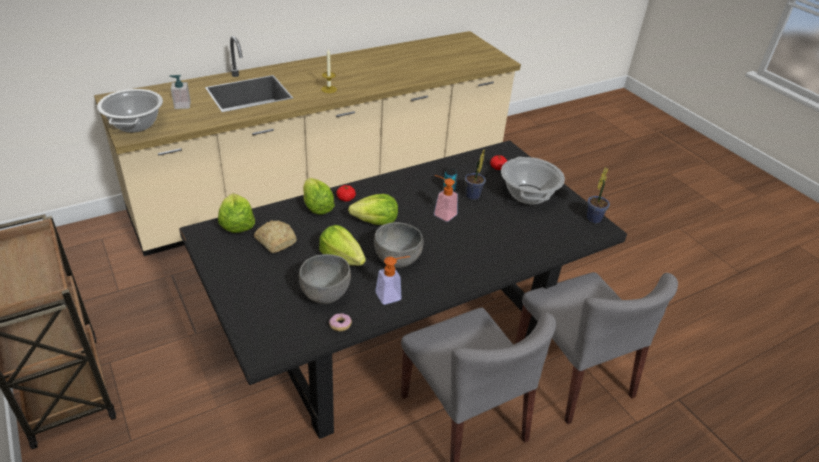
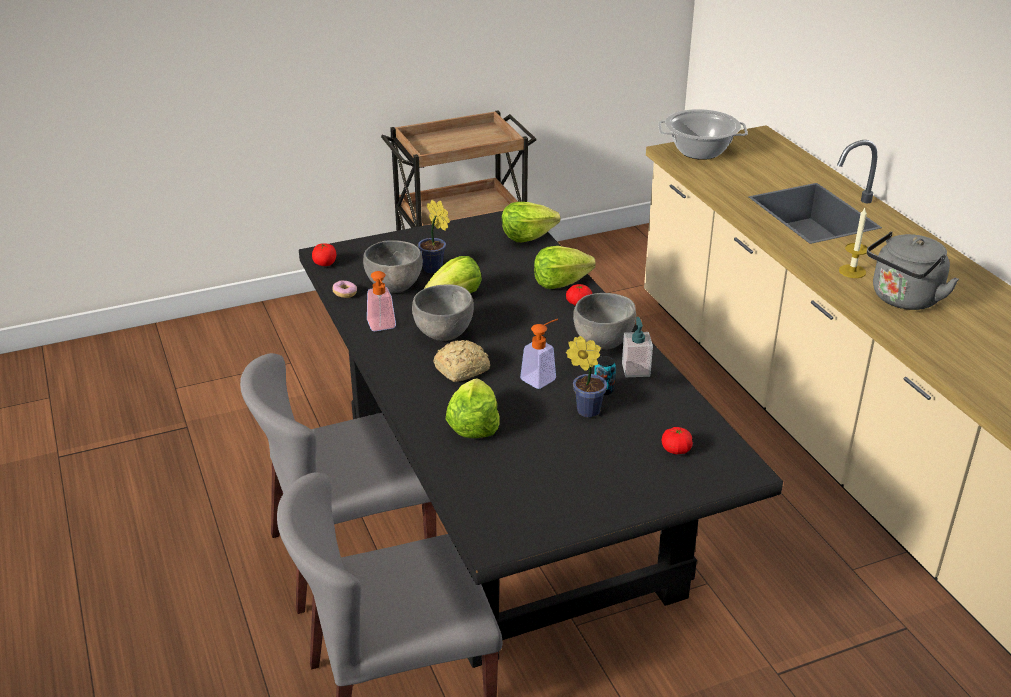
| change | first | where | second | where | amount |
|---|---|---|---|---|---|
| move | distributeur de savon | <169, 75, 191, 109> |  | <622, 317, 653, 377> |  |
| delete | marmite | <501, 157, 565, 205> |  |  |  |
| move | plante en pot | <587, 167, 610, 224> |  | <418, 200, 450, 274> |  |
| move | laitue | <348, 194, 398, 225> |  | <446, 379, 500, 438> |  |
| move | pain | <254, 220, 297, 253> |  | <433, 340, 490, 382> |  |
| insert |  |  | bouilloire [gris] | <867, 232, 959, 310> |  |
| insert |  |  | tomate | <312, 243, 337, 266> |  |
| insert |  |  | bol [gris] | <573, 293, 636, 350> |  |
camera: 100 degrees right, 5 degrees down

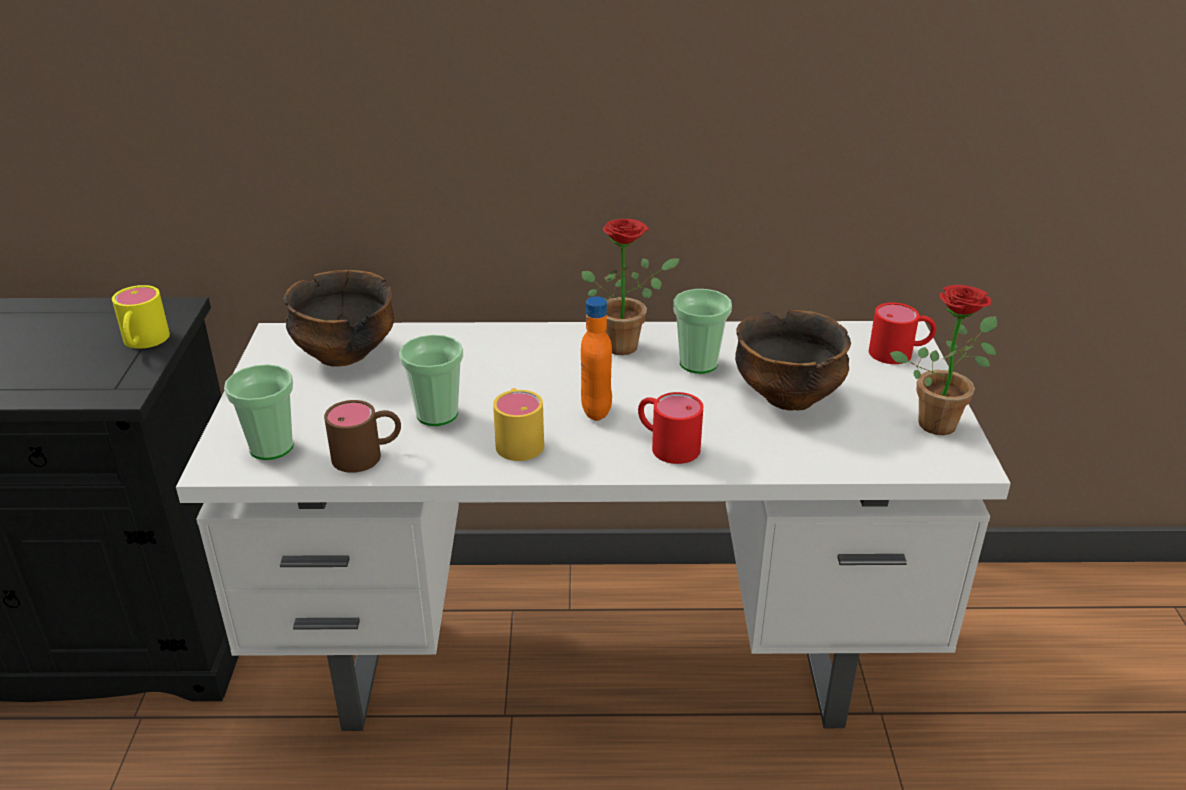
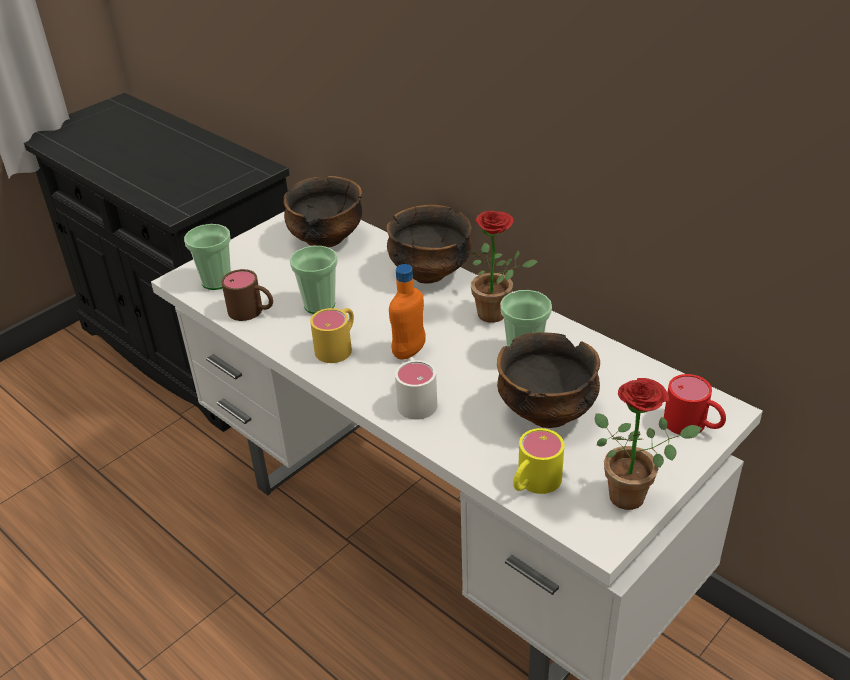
| change | first | where | second | where | amount |
|---|---|---|---|---|---|
| move | mug [jaune] | <112, 285, 170, 349> |  | <513, 428, 564, 494> |  |
| recolor | mug [rouge] | <638, 392, 703, 464> | mug [blanc] | <395, 357, 437, 420> |  |
| insert |  |  | bol | <387, 205, 472, 283> |  |
camera: 45 degrees right, 5 degrees up

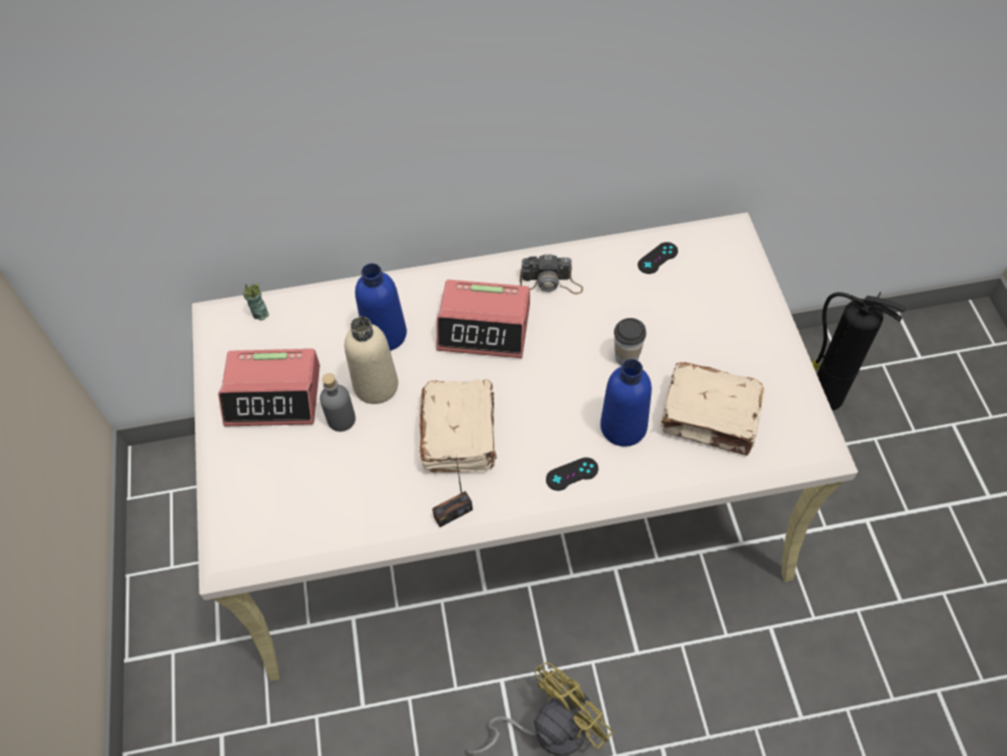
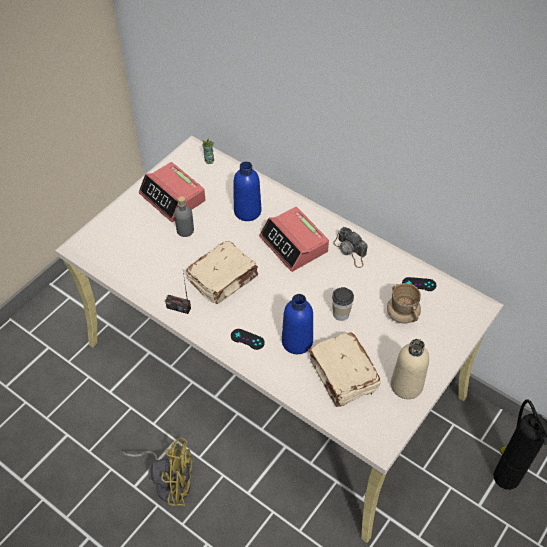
| change | first | where | second | where | amount |
|---|---|---|---|---|---|
| move | bouteille [beige] | <344, 317, 398, 404> |  | <391, 339, 429, 399> |  |
| insert |  |  | mug [beige] | <387, 283, 421, 324> |  |
camera: 45 degrees right, 5 degrees down

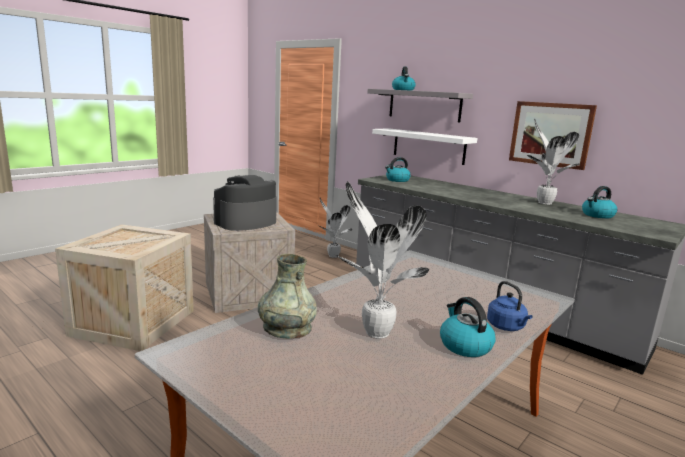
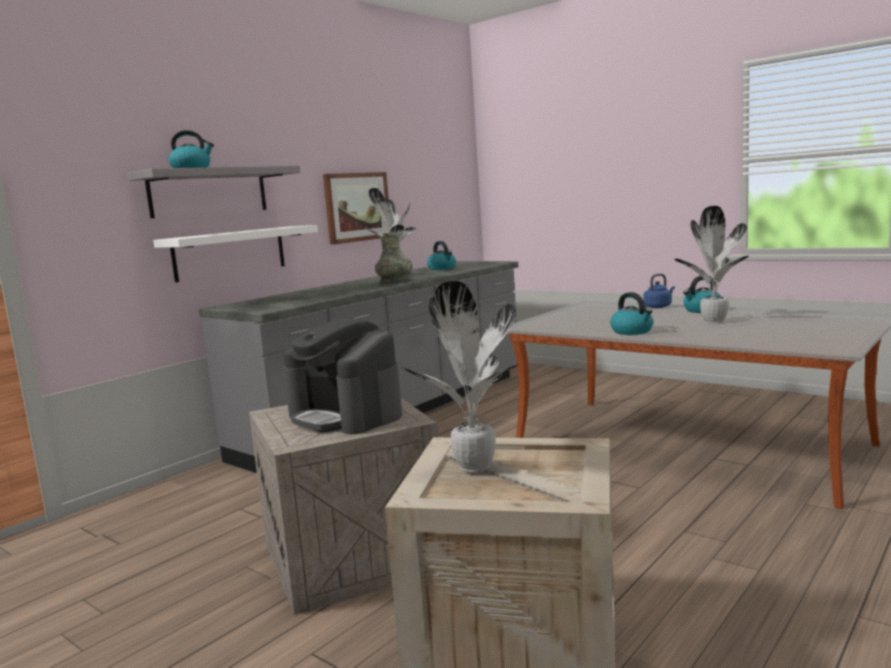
| change | first | where | second | where | amount |
|---|---|---|---|---|---|
| move | bouilloire | <385, 157, 411, 182> |  | <610, 292, 653, 335> |  |
| move | plante en pot | <320, 198, 353, 258> |  | <401, 281, 518, 473> |  |
| move | vase [gris] | <258, 254, 317, 339> |  | <375, 235, 413, 283> |  |
camera: 90 degrees left, 5 degrees down

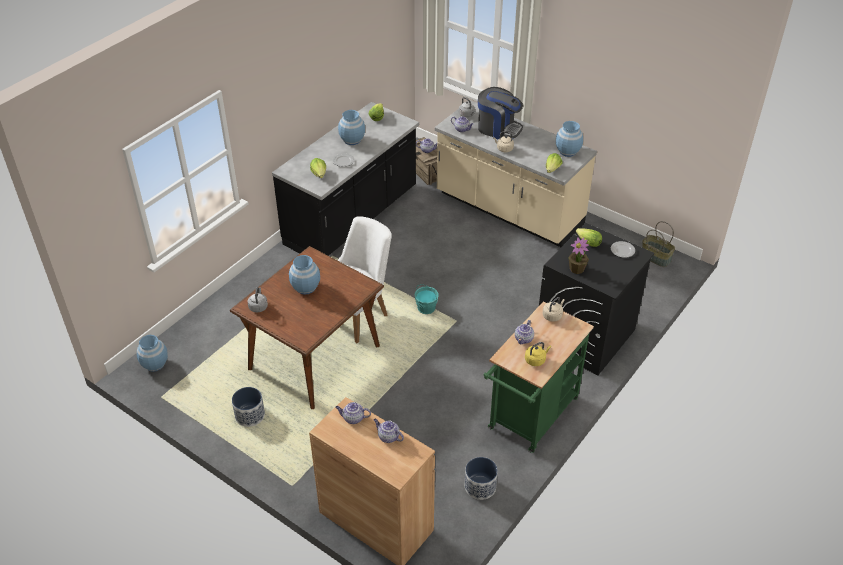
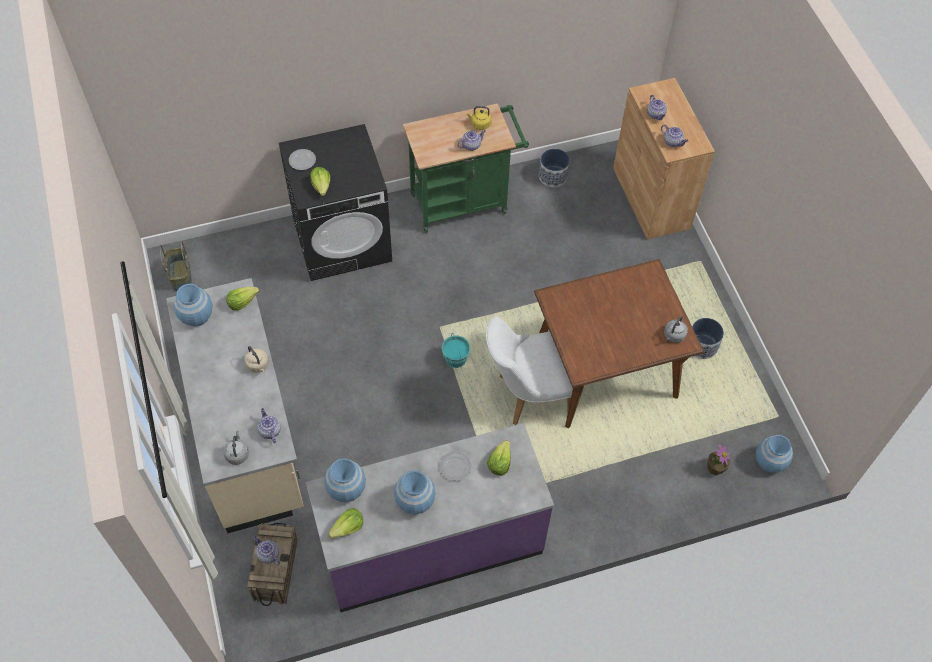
| change | first | where | second | where | amount |
|---|---|---|---|---|---|
| delete | machine à café | <478, 87, 523, 140> |  |  |  |
| recolor | comptoir de cuisine [noir] | <272, 102, 419, 256> | comptoir de cuisine [violet] | <306, 423, 554, 612> |  |
| move | plante en pot | <568, 237, 589, 274> |  | <707, 444, 730, 476> |  |
| move | vase [bleu] | <289, 255, 320, 295> |  | <324, 458, 366, 502> |  |
| delete | bouilloire [beige] | <543, 297, 565, 322> |  |  |  |
camera: 145 degrees left, 15 degrees up

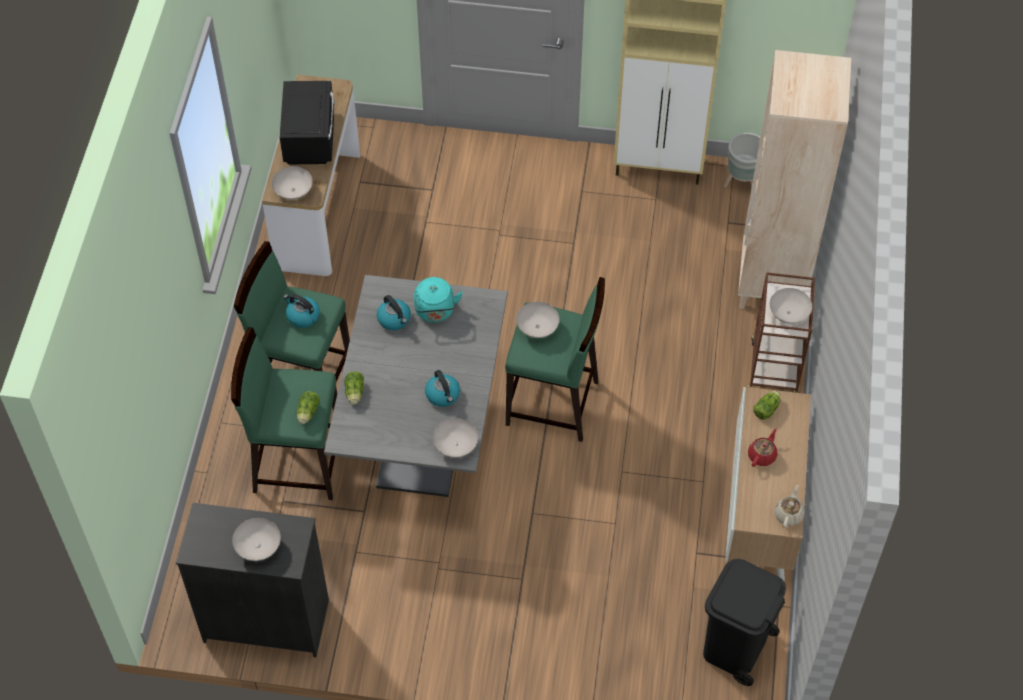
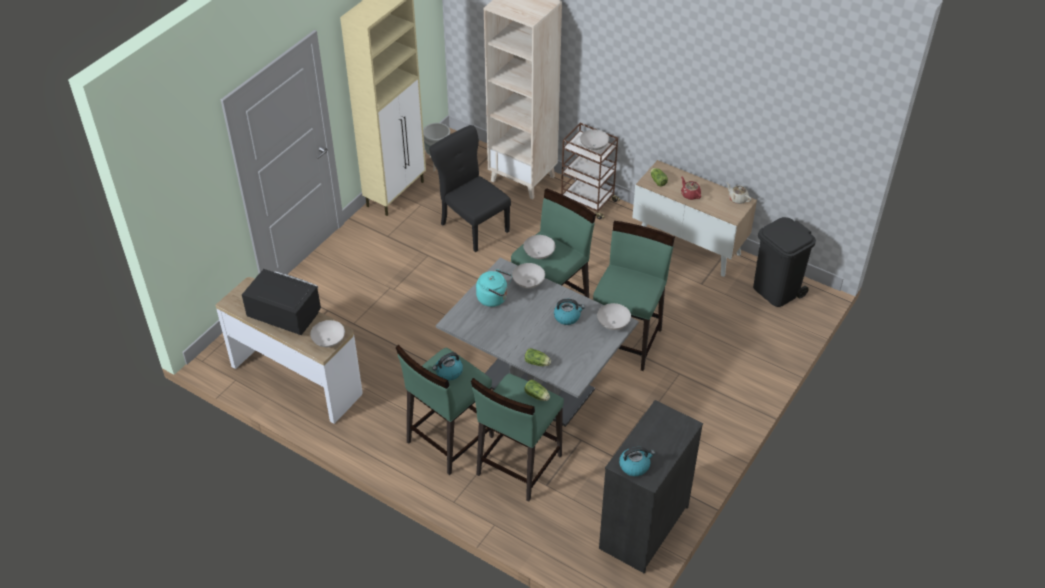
| change | first | where | second | where | amount |
|---|---|---|---|---|---|
| move | bouilloire | <377, 295, 411, 330> |  | <619, 447, 655, 476> |  |
| move | bol [blanc] | <232, 518, 281, 561> |  | <512, 263, 545, 288> |  |
| insert |  |  | chaise [noir] | <429, 125, 511, 252> |  |
| insert |  |  | tabouret [vert] | <593, 221, 675, 371> |  |
camera: 65 degrees left, 10 degrees down

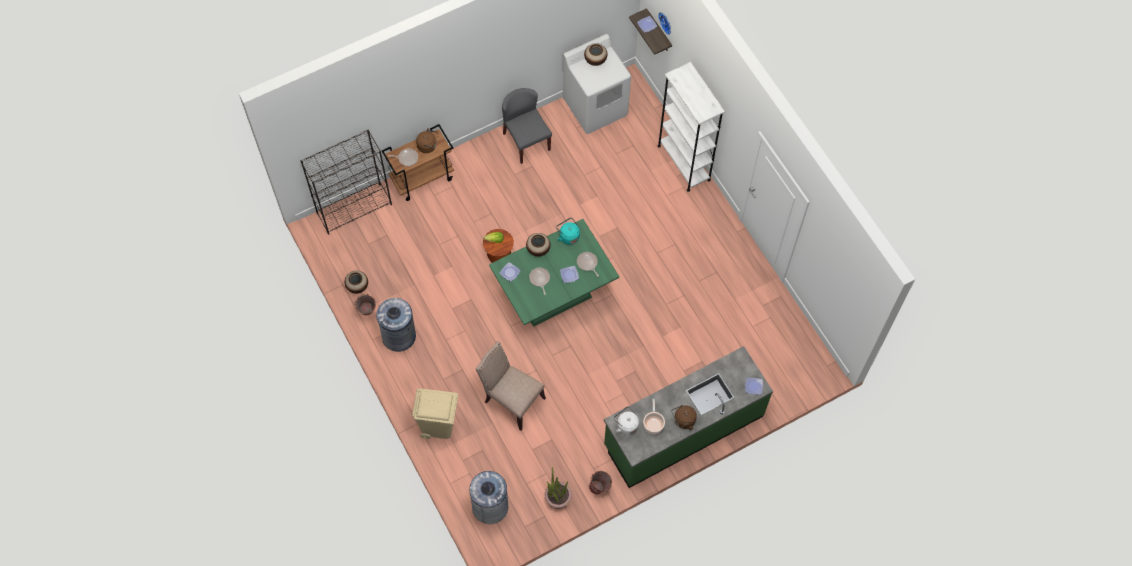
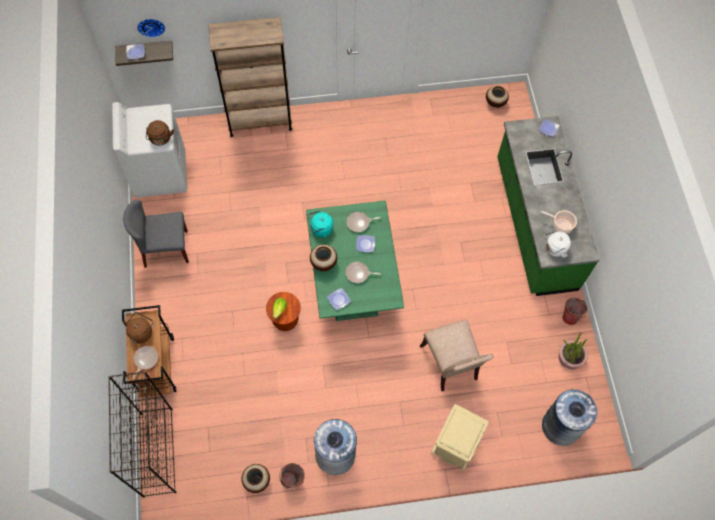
| change | first | where | second | where | amount |
|---|---|---|---|---|---|
| move | vase | <584, 43, 607, 66> |  | <486, 86, 509, 108> |  |
| recolor | bibliothèque [blanc] | <658, 62, 725, 192> | bibliothèque [marron] | <208, 17, 292, 137> |  |
| rotate | chaise [beige] | <476, 341, 546, 431> |  | <420, 320, 494, 391> | 75 degrees counterclockwise |
| move | bouilloire [marron] | <671, 405, 697, 430> |  | <146, 120, 174, 146> |  |
camera: 70 degrees left, 0 degrees up

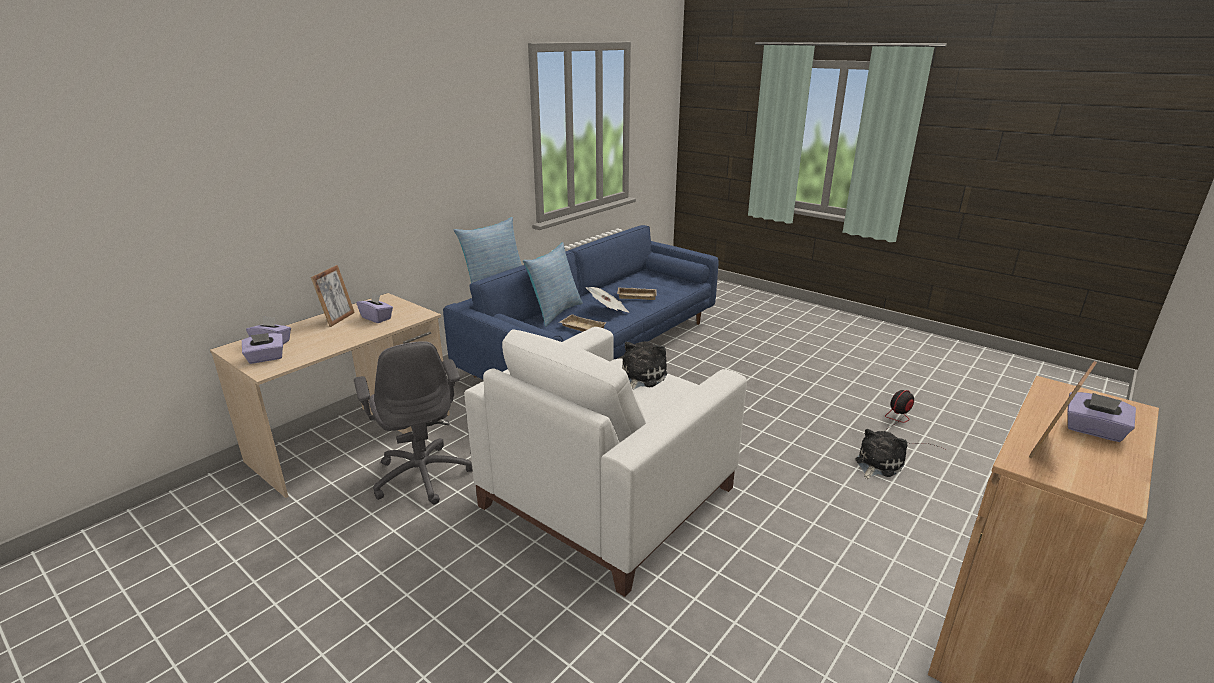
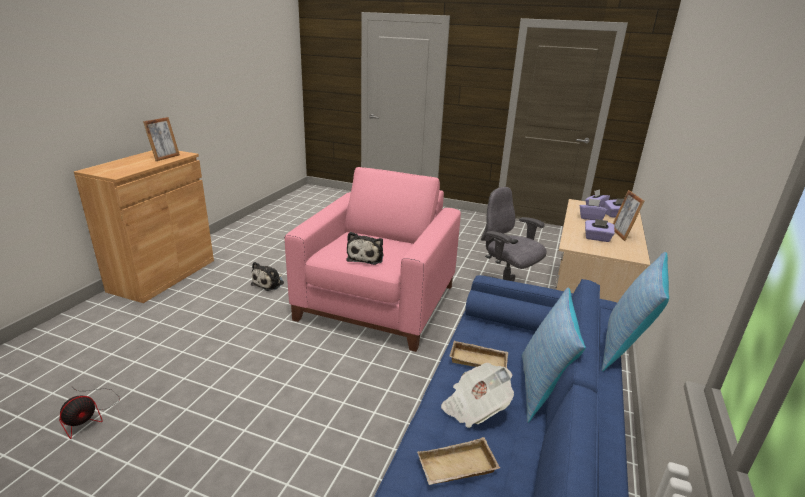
| change | first | where | second | where | amount |
|---|---|---|---|---|---|
| recolor | fauteuil [blanc] | <464, 327, 747, 597> | fauteuil [rose] | <284, 167, 461, 352> |  |
| move | boîte à mouchoirs [violet] | <1067, 392, 1136, 442> |  | <580, 198, 607, 220> |  |
| move | peluche | <856, 429, 907, 479> |  | <251, 262, 284, 291> |  |
camera: 160 degrees right, 0 degrees up

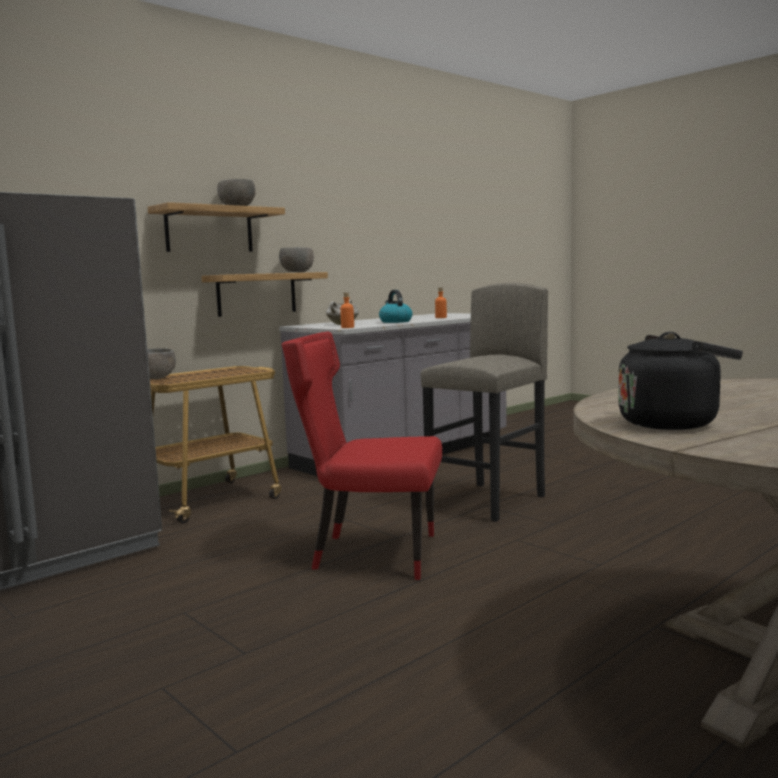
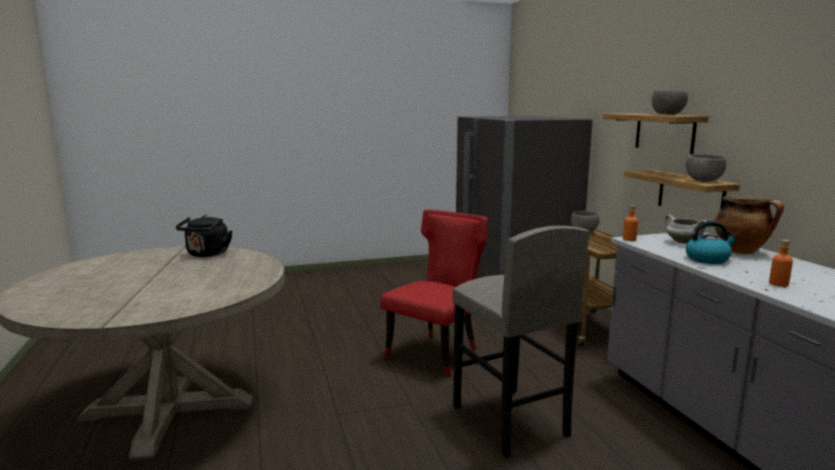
| change | first | where | second | where | amount |
|---|---|---|---|---|---|
| insert |  |  | marmite | <715, 195, 784, 254> |  |
camera: 115 degrees right, 5 degrees up

